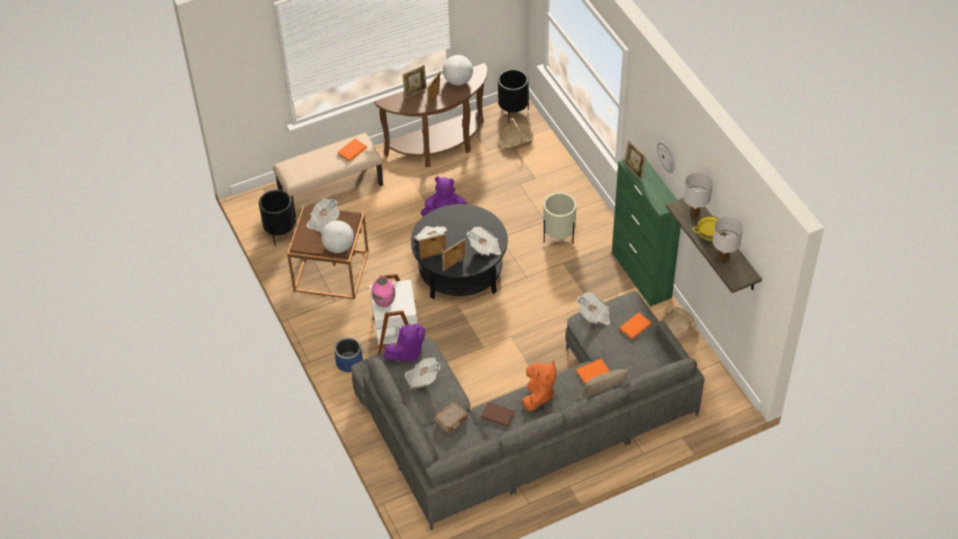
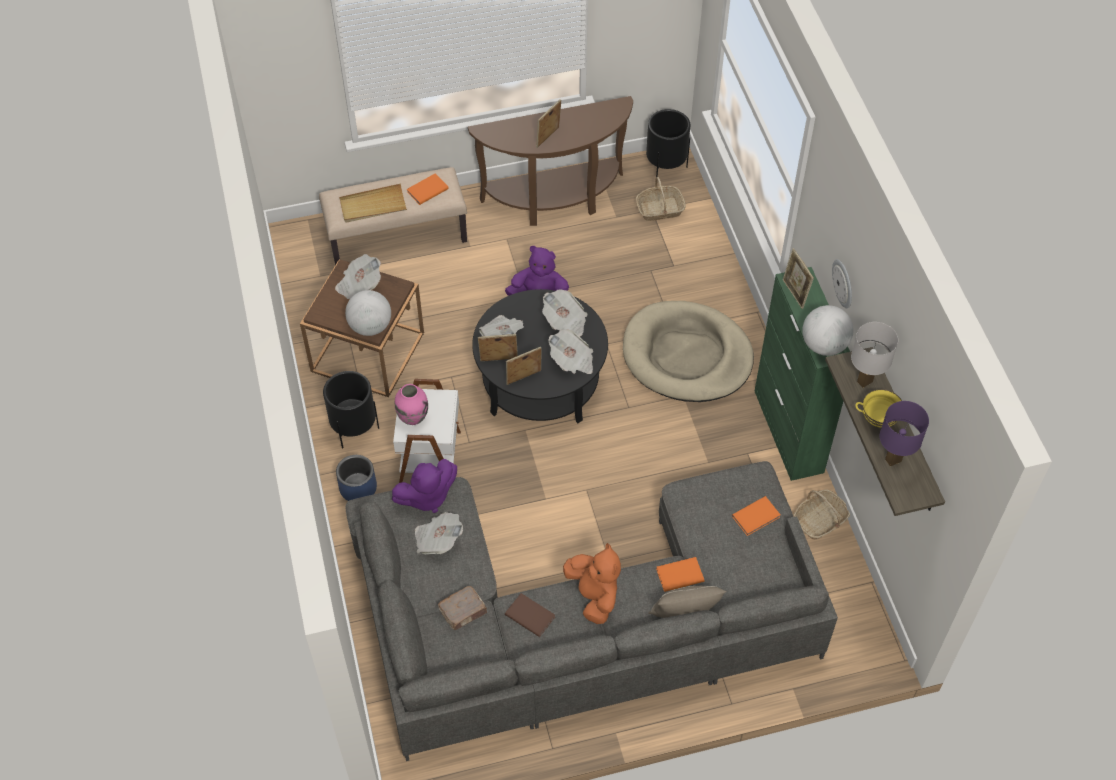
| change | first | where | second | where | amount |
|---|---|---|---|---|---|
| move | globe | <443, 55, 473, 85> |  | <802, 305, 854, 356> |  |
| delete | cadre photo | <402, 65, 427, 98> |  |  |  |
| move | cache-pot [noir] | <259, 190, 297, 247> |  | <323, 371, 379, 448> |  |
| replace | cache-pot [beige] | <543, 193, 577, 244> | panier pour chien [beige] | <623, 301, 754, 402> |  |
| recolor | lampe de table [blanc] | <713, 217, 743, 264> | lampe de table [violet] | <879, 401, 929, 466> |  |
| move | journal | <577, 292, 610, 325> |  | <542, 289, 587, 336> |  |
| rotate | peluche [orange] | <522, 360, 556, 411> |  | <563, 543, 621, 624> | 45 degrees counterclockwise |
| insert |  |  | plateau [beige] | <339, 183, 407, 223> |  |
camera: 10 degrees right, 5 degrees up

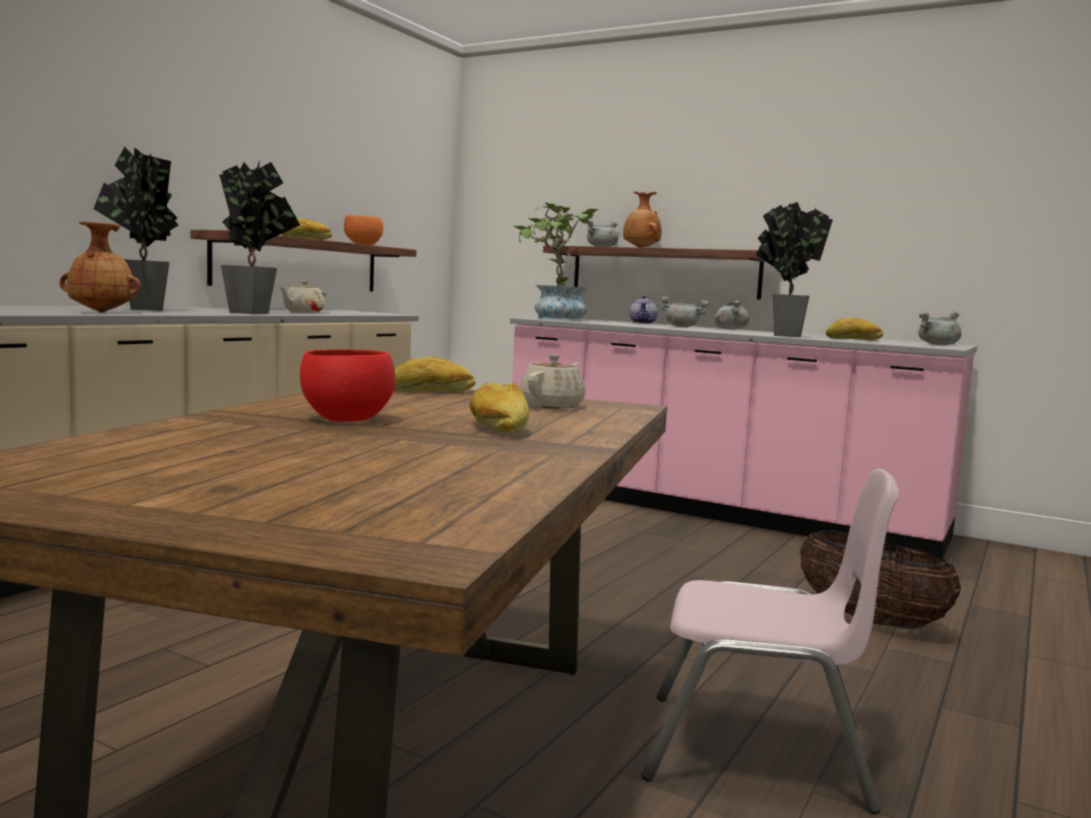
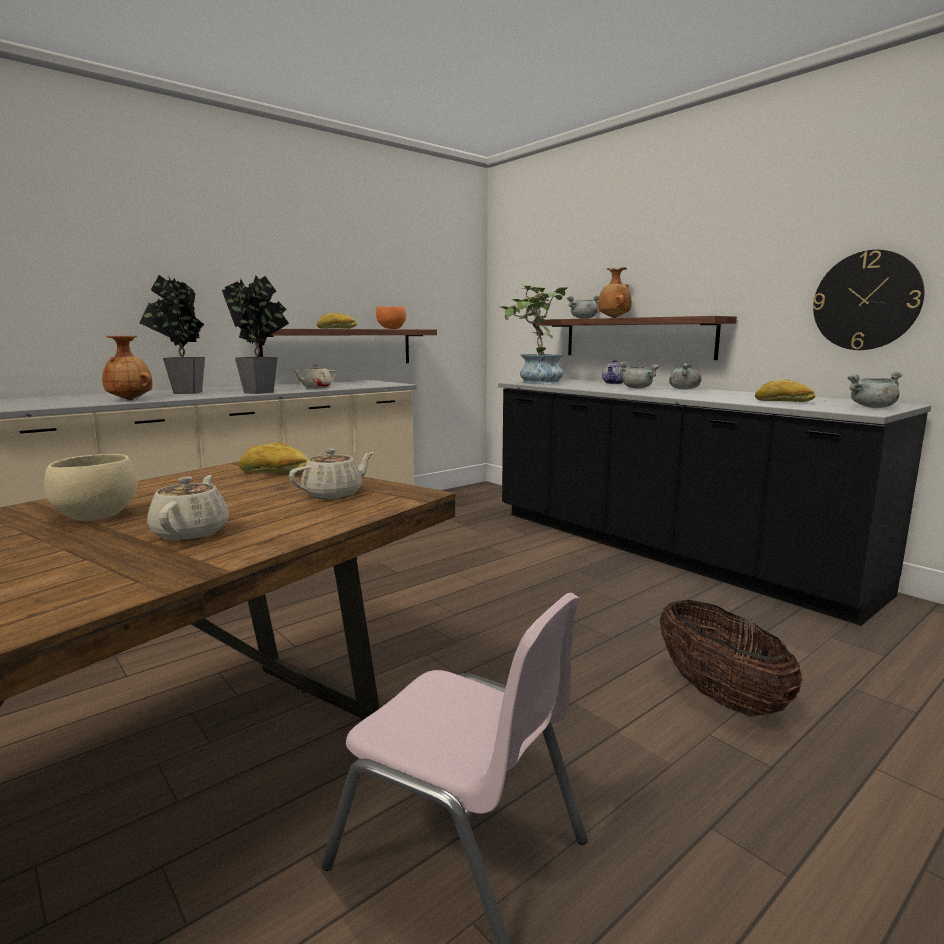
| change | first | where | second | where | amount |
|---|---|---|---|---|---|
| delete | plante en pot | <756, 202, 833, 337> |  |  |  |
| recolor | comptoir de cuisine [rose] | <510, 318, 977, 559> | comptoir de cuisine [noir] | <498, 378, 931, 626> |  |
| recolor | bol [rouge] | <300, 349, 395, 422> | bol [beige] | <44, 454, 137, 521> |  |
| replace | pain | <469, 383, 529, 435> | théière [beige] | <147, 475, 229, 541> |  |
| insert |  |  | horloge murale | <813, 250, 925, 350> |  |
camera: 20 degrees right, 5 degrees up

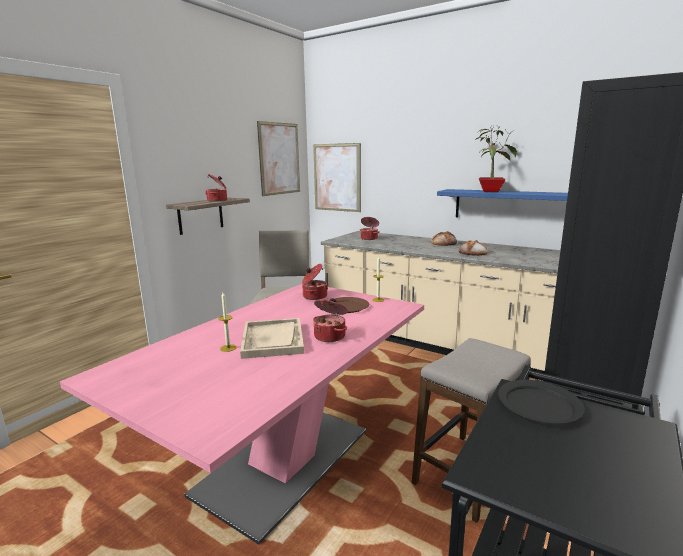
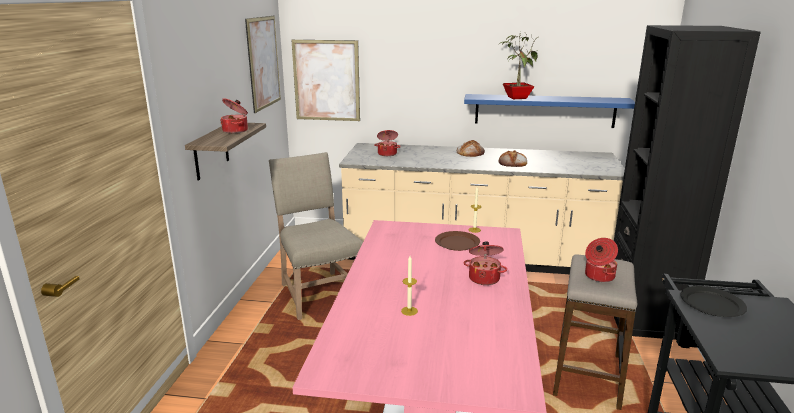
| change | first | where | second | where | amount |
|---|---|---|---|---|---|
| move | marmite | <302, 264, 328, 300> |  | <585, 238, 618, 282> |  |
| delete | plateau [beige] | <240, 318, 304, 359> |  |  |  |
camera: 25 degrees left, 5 degrees up

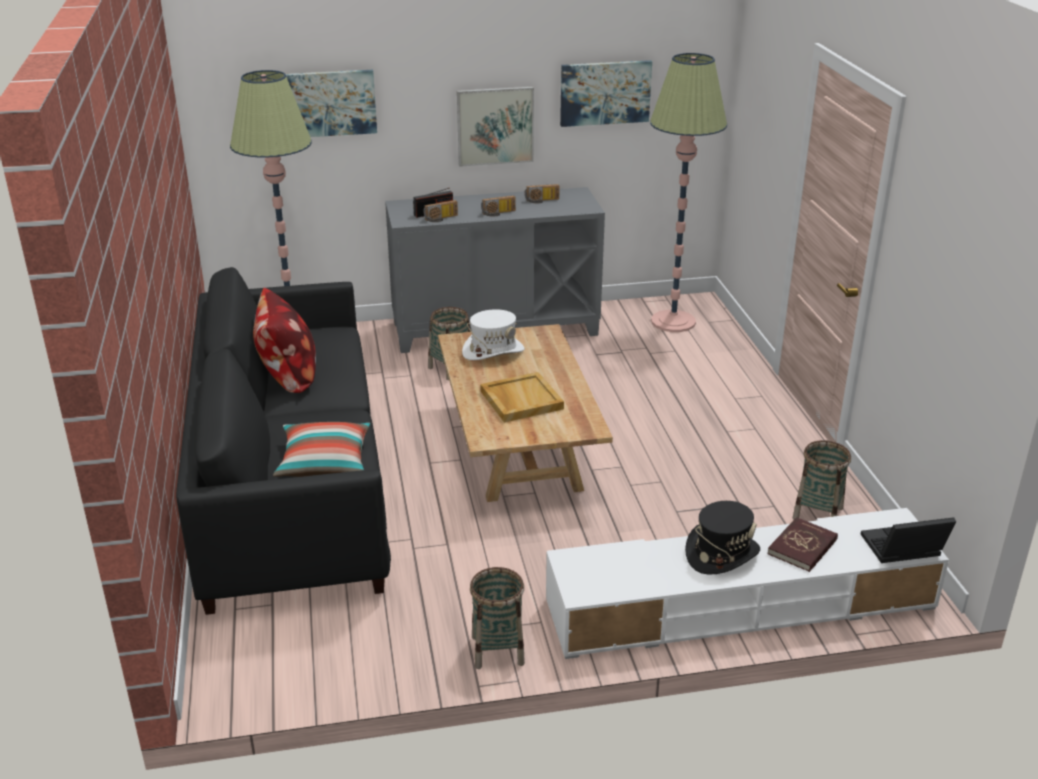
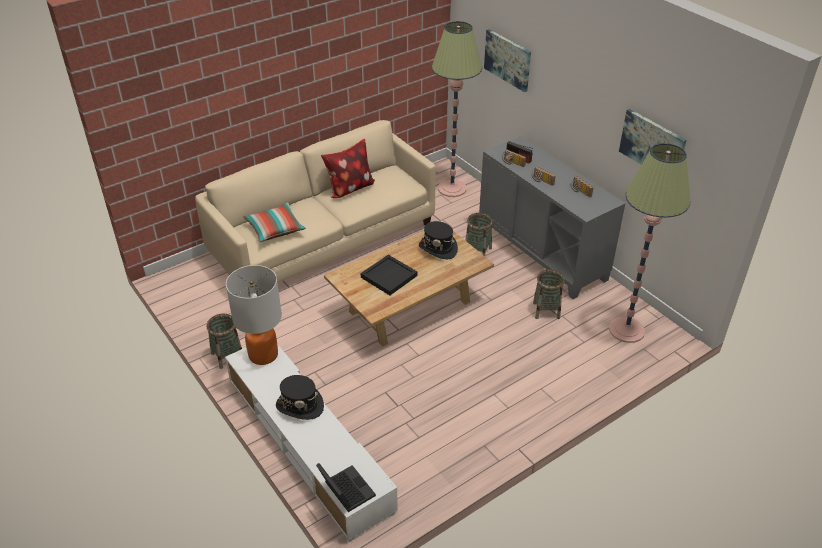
| change | first | where | second | where | amount |
|---|---|---|---|---|---|
| delete | tableau | <457, 87, 534, 167> |  |  |  |
| recolor | canapé [noir] | <176, 267, 391, 615> | canapé [beige] | <195, 120, 436, 283> |  |
| recolor | chapeau [blanc] | <462, 309, 525, 360> | chapeau [noir] | <419, 221, 458, 259> |  |
| recolor | plateau [beige] | <481, 372, 564, 423> | plateau [noir] | <361, 255, 418, 295> |  |
| move | panier | <793, 440, 851, 519> |  | <533, 269, 565, 319> |  |
| delete | livre [rouge] | <767, 517, 838, 572> |  |  |  |
| insert |  |  | lampe de table | <226, 265, 282, 365> |  |
camera: 65 degrees right, 10 degrees up

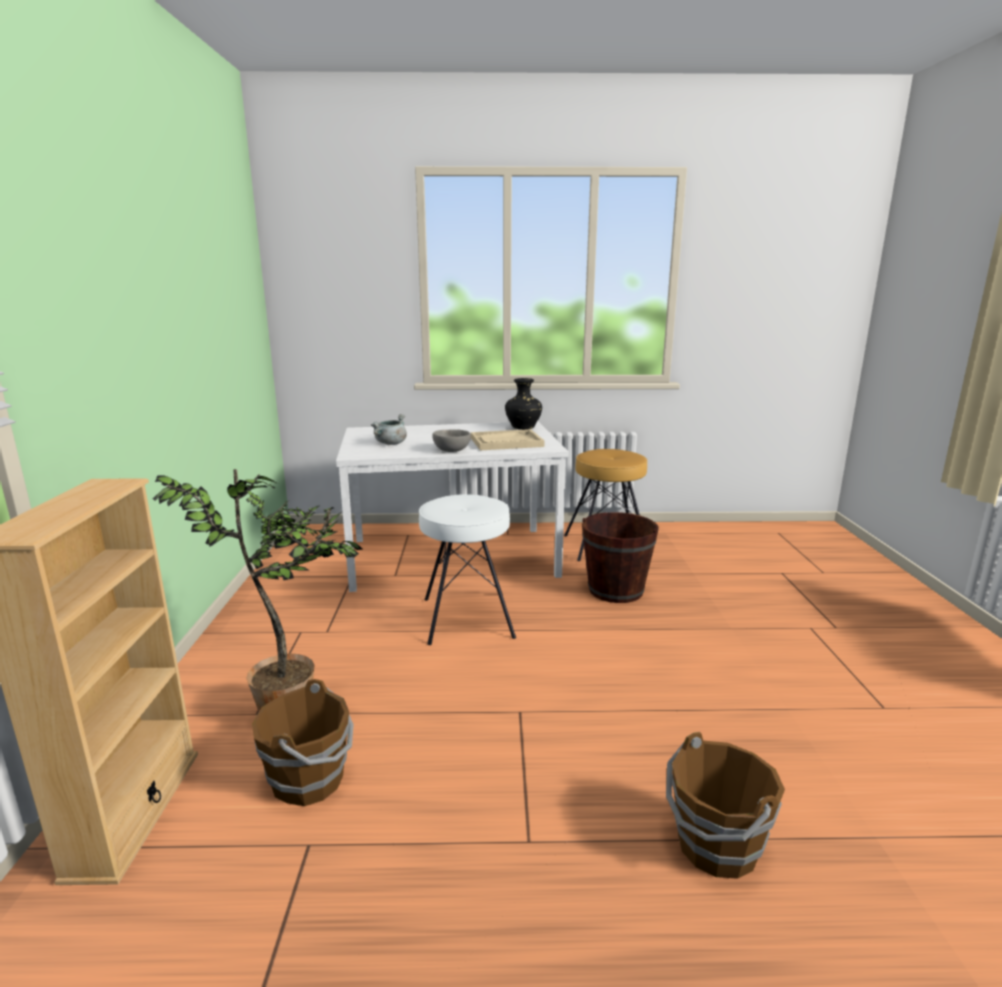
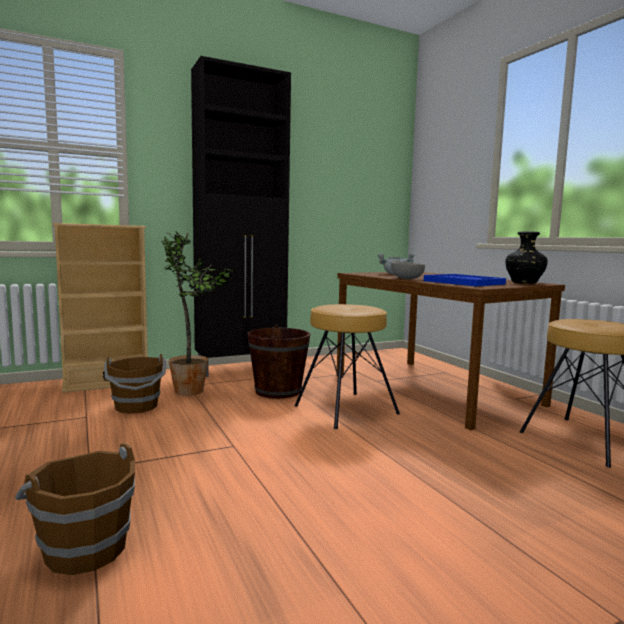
| change | first | where | second | where | amount |
|---|---|---|---|---|---|
| recolor | table à manger [blanc] | <336, 421, 569, 592> | table à manger [marron] | <337, 272, 565, 430> |  |
| recolor | plateau [beige] | <471, 429, 544, 450> | plateau [bleu] | <424, 274, 506, 286> |  |
| recolor | tabouret [blanc] | <419, 494, 516, 645> | tabouret [marron] | <295, 304, 400, 429> |  |
| move | seau [marron] | <582, 512, 659, 603> |  | <247, 325, 310, 399> |  |
| insert |  |  | meuble de rangement [noir] | <191, 56, 291, 377> |  |
camera: 65 degrees right, 10 degrees down

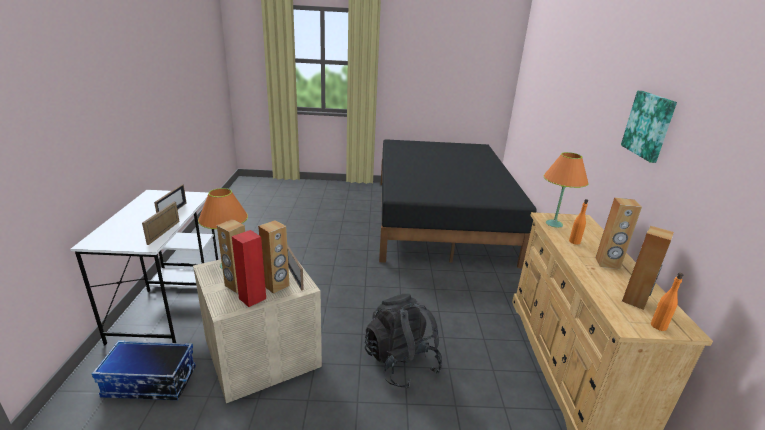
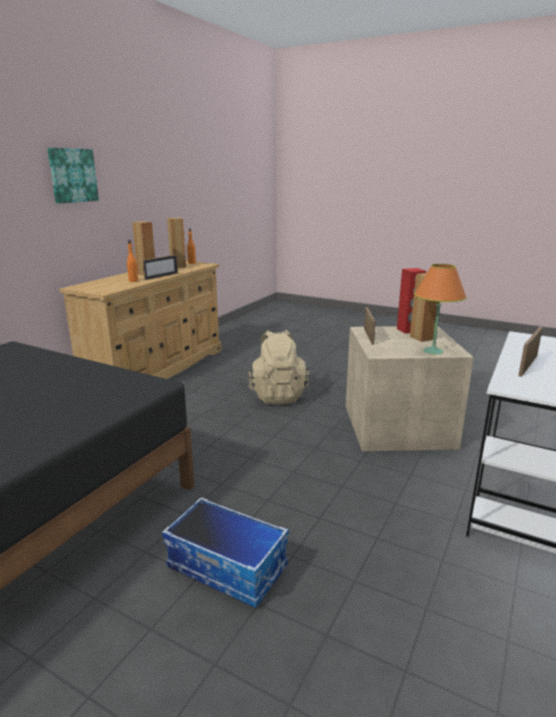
| change | first | where | second | where | amount |
|---|---|---|---|---|---|
| delete | lampe de table [orange] | <544, 152, 589, 228> |  |  |  |
| move | cadre photo | <142, 201, 180, 245> |  | <143, 255, 178, 280> |  |
| delete | enceinte [marron] | <258, 220, 290, 294> |  |  |  |
| recolor | sac à dos [noir] | <365, 294, 443, 389> | sac à dos [beige] | <248, 330, 309, 404> |  |
| move | boîte de rangement | <92, 340, 196, 400> |  | <162, 497, 289, 608> |  |
camera: 150 degrees left, 5 degrees down

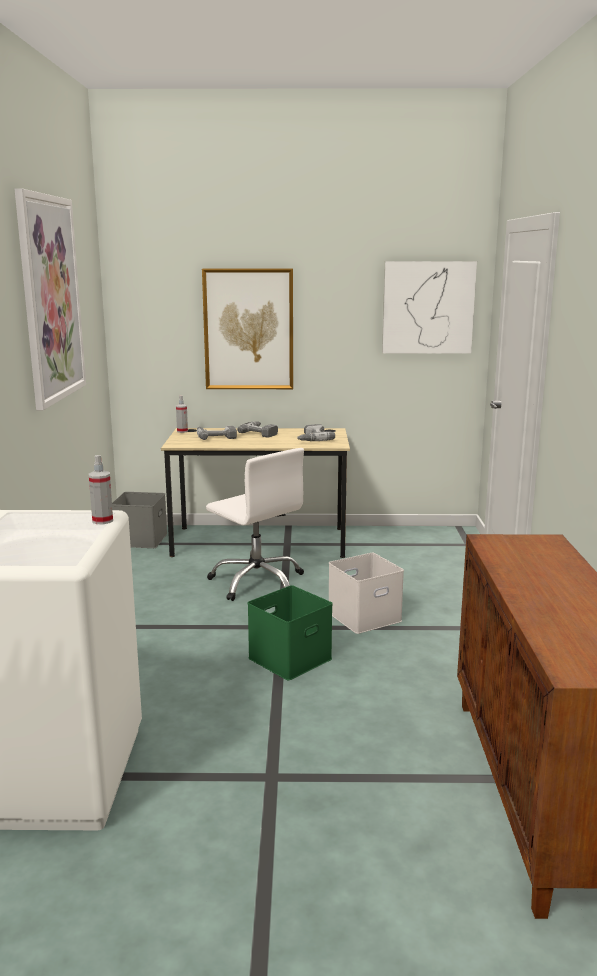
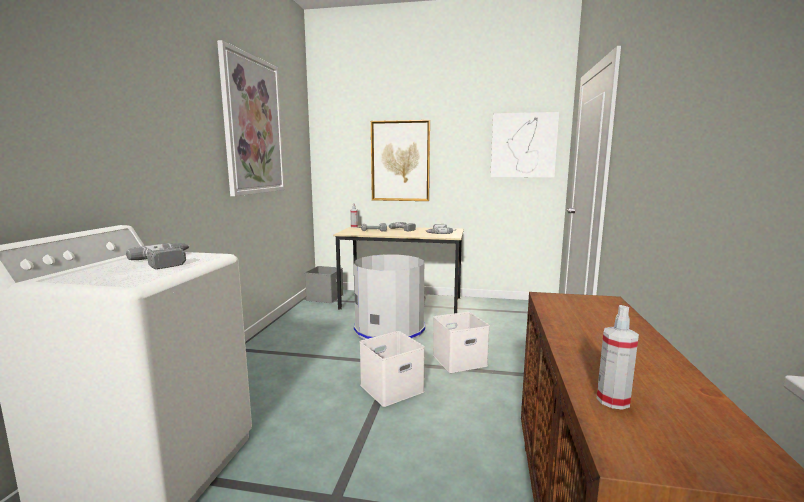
| change | first | where | second | where | amount |
|---|---|---|---|---|---|
| replace | chaise de bureau [blanc] | <206, 448, 304, 601> | poubelle [gris] | <354, 254, 425, 340> |  |
| move | vaporisateur | <89, 455, 113, 524> |  | <596, 305, 639, 410> |  |
| recolor | boîte de rangement [vert] | <248, 585, 333, 681> | boîte de rangement [blanc] | <360, 331, 425, 407> |  |
| insert |  |  | perceuse | <126, 243, 190, 269> |  |
camera: 10 degrees right, 5 degrees down

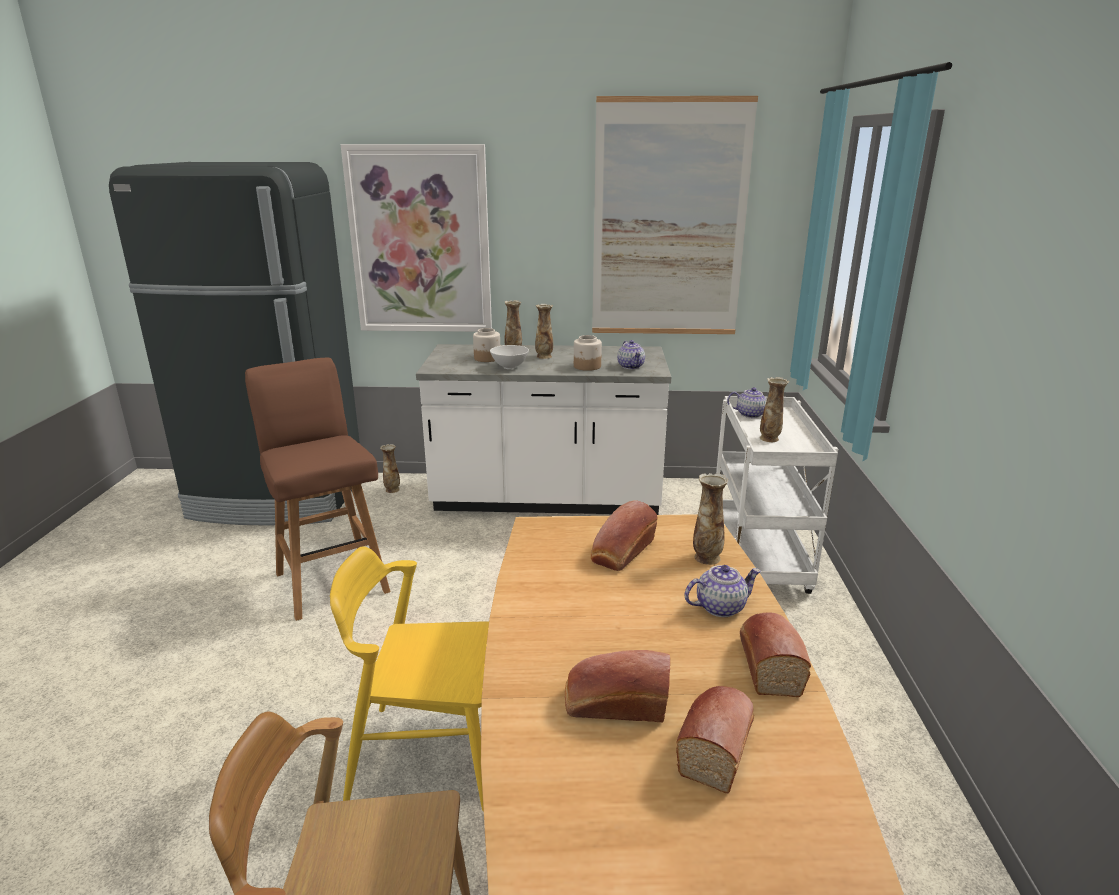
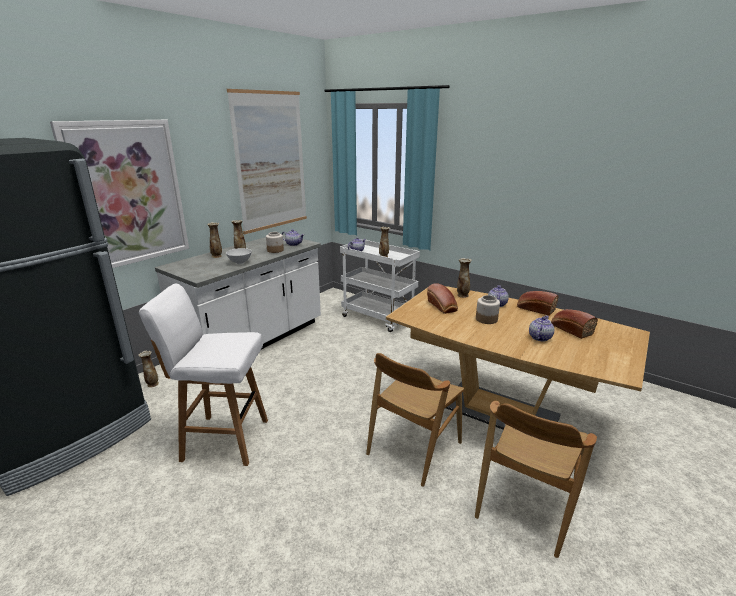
| change | first | where | second | where | amount |
|---|---|---|---|---|---|
| move | bocal | <473, 328, 500, 362> |  | <476, 295, 500, 324> |  |
| recolor | tabouret [marron] | <245, 358, 390, 621> | tabouret [blanc] | <139, 284, 268, 466> |  |
| recolor | chaise [jaune] | <330, 546, 489, 812> | chaise [marron] | <366, 353, 464, 487> |  |
| replace | pain | <565, 650, 670, 722> | théière | <529, 315, 554, 341> |  |
camera: 55 degrees left, 0 degrees up

